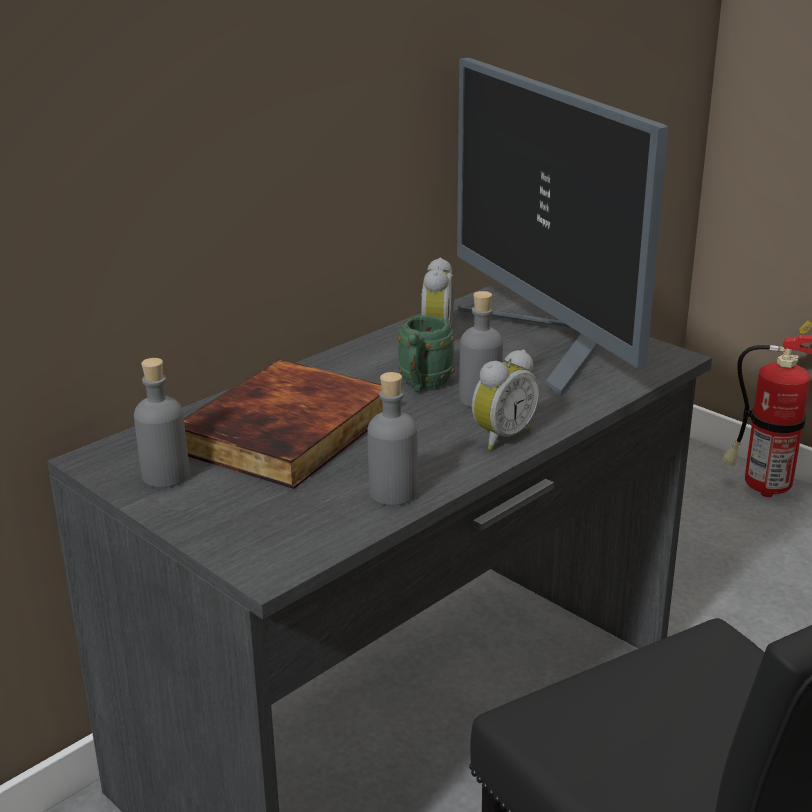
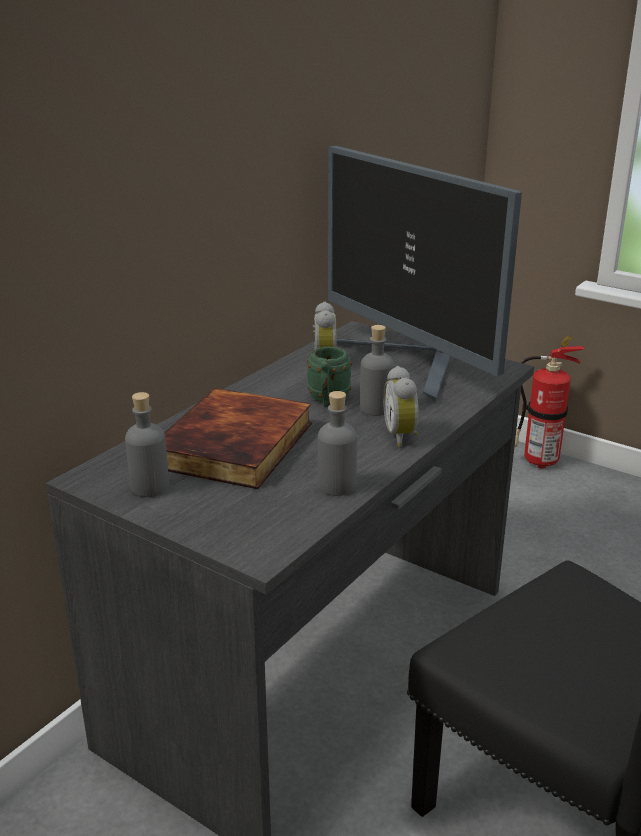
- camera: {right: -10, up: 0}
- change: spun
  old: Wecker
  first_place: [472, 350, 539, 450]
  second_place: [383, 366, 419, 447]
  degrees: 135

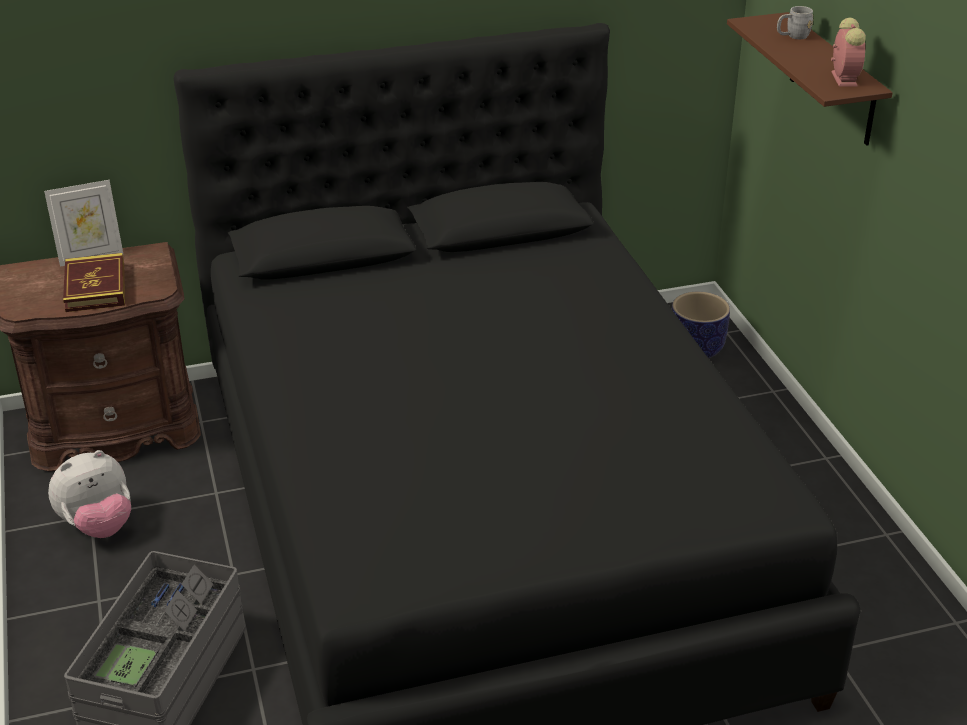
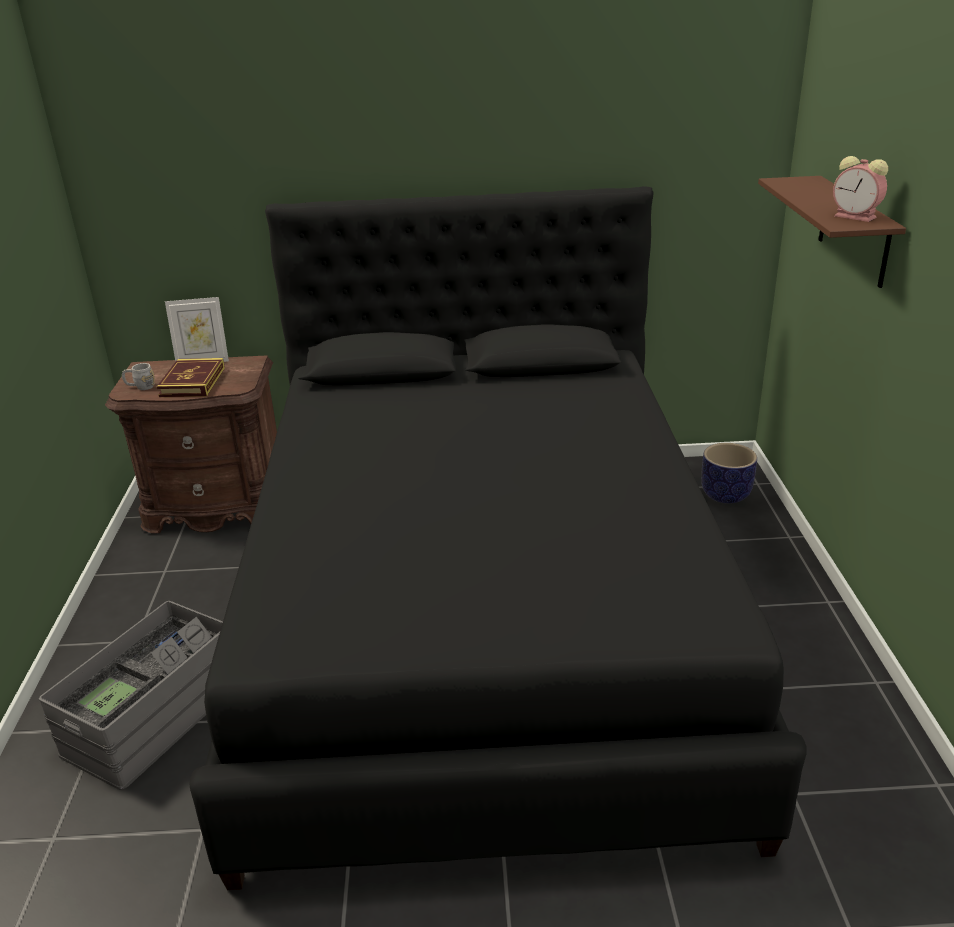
- camera: {right: 15, up: -5}
- change: missing
  old: Plüschtier
  first_place: [48, 450, 131, 538]
- change: relocated
  old: Henkelbecher/grau
  first_place: [777, 6, 813, 39]
  second_place: [122, 363, 155, 390]
- change: spun
  old: Wecker
  first_place: [831, 18, 866, 87]
  second_place: [833, 156, 888, 222]
  degrees: 120

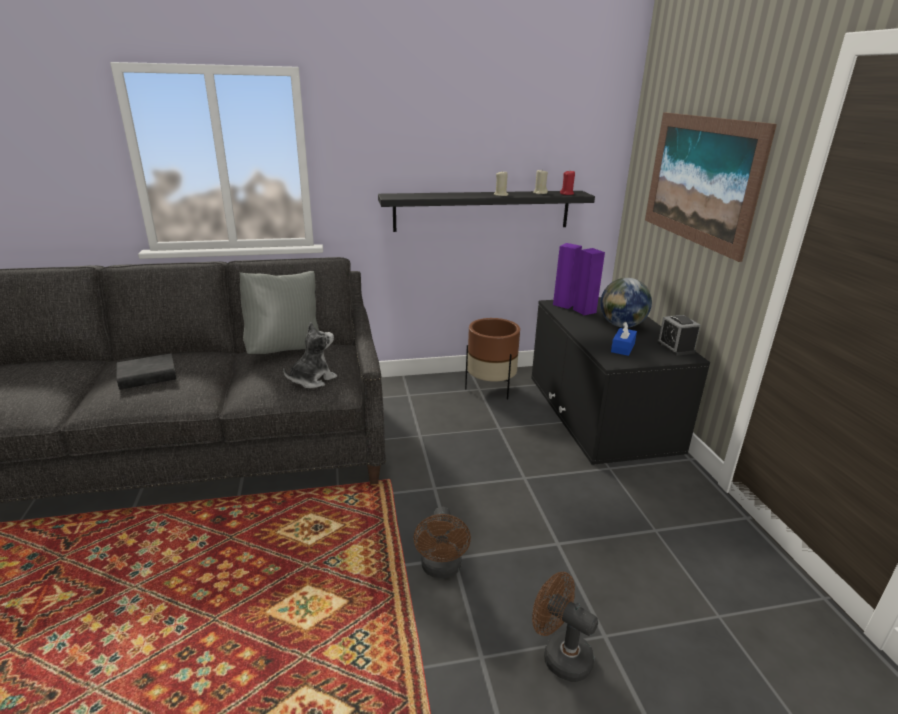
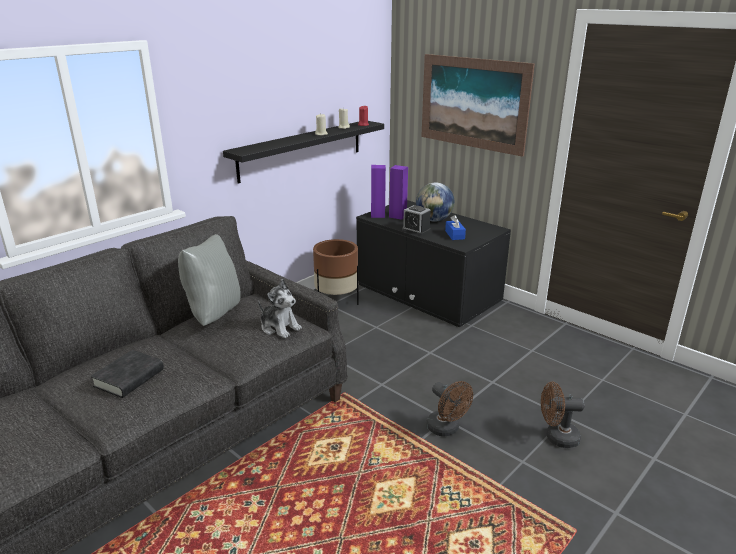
- camera: {right: -35, up: 0}
- change: spun
  old: Plüschtier
  first_place: [283, 322, 337, 388]
  second_place: [258, 279, 302, 338]
  degrees: 120
- change: relocated
  old: Wecker
  first_place: [657, 315, 700, 356]
  second_place: [402, 205, 431, 235]

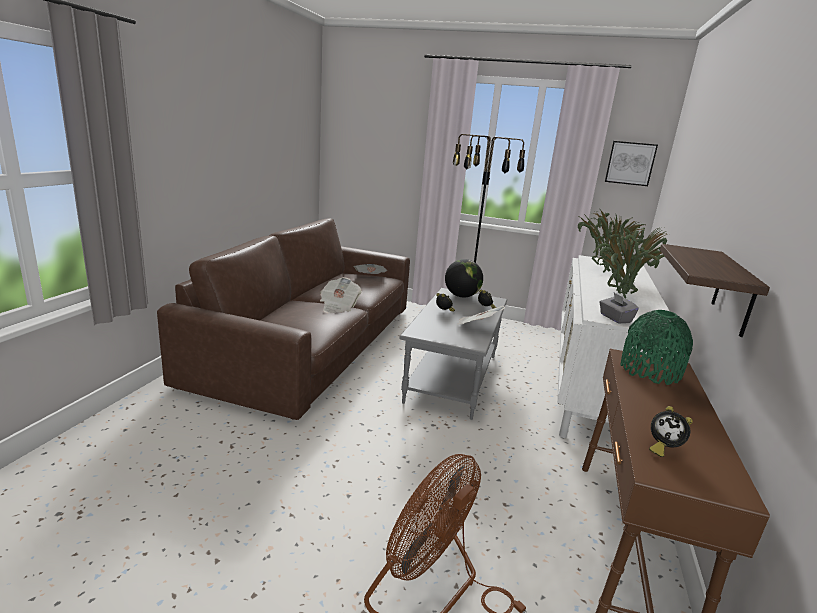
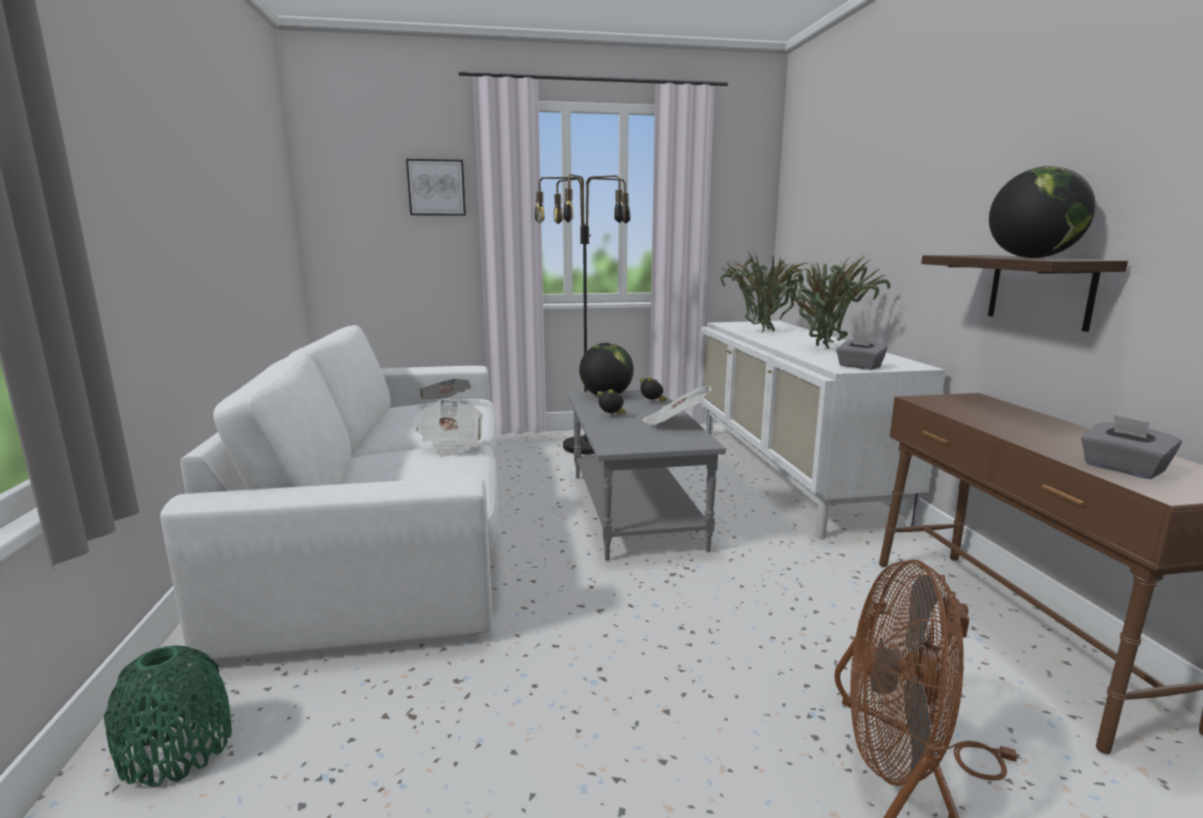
- camera: {right: -25, up: -5}
- change: colour
  old: Sofa/braun
  new: Sofa/weiß
  first_place: [157, 218, 410, 420]
  second_place: [160, 325, 498, 661]
- change: relocated
  old: Bild
  first_place: [605, 141, 658, 186]
  second_place: [406, 159, 466, 216]
- change: relocated
  old: Vase/grün
  first_place: [621, 310, 693, 385]
  second_place: [104, 645, 232, 787]
- change: exchanged
  old: Wecker
  new: Taschentuchbox/grau
  first_place: [649, 406, 693, 457]
  second_place: [1081, 415, 1182, 479]
- change: appeared
  new: Globus
  second_place: [989, 166, 1096, 258]

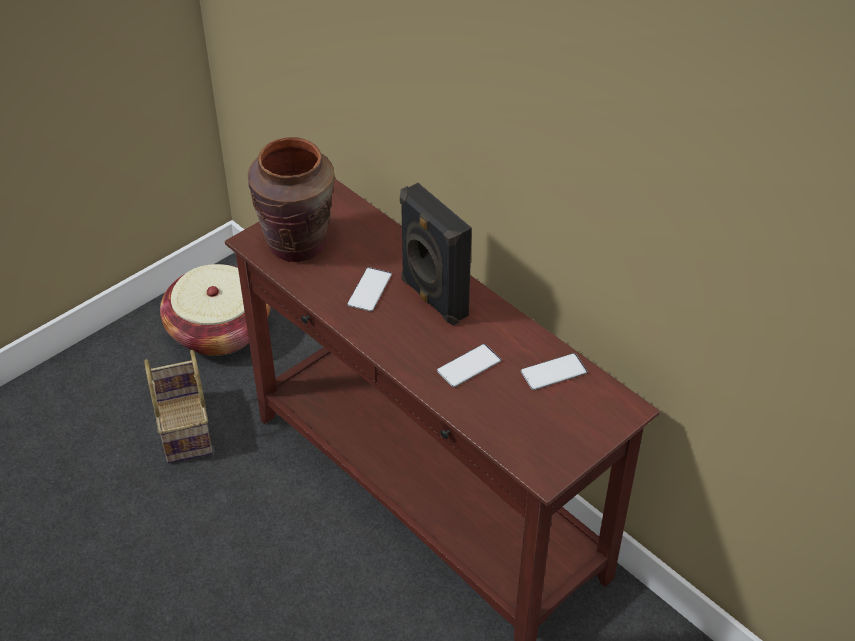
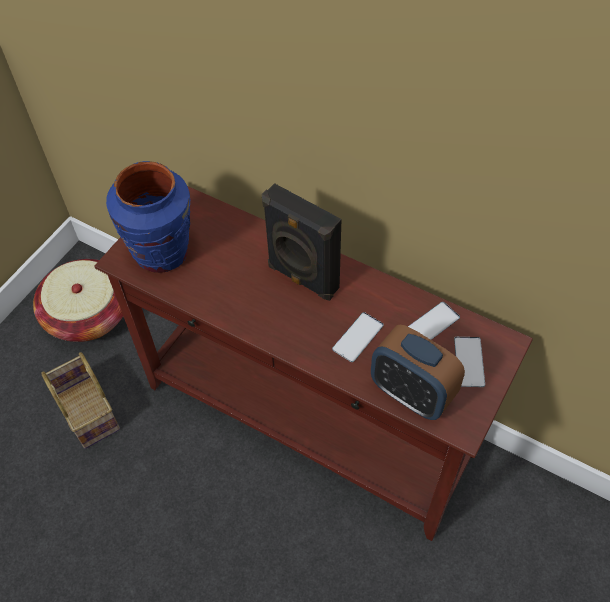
- camera: {right: -15, up: 10}
- change: colour
  old: Vase/braun
  new: Vase/blau
  first_place: [248, 137, 335, 262]
  second_place: [106, 161, 190, 273]
- change: relocated
  old: Handy
  first_place: [347, 267, 392, 311]
  second_place: [454, 337, 485, 387]
- change: appeared
  new: Wecker
  second_place: [371, 325, 465, 420]

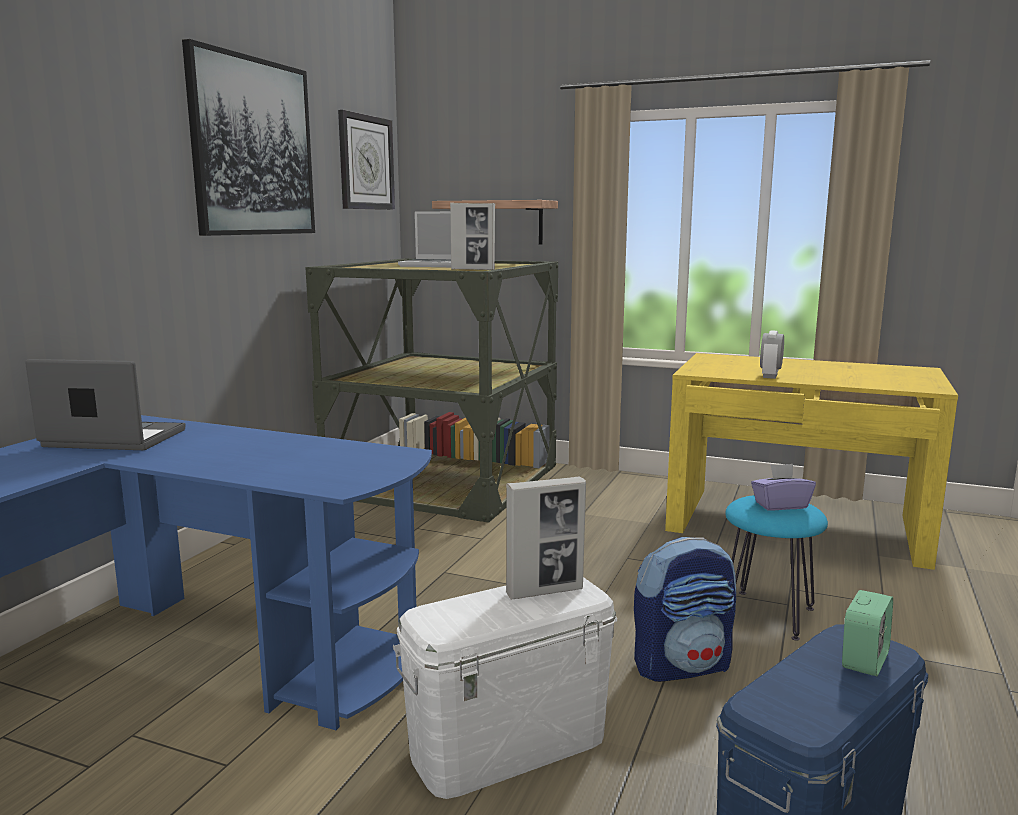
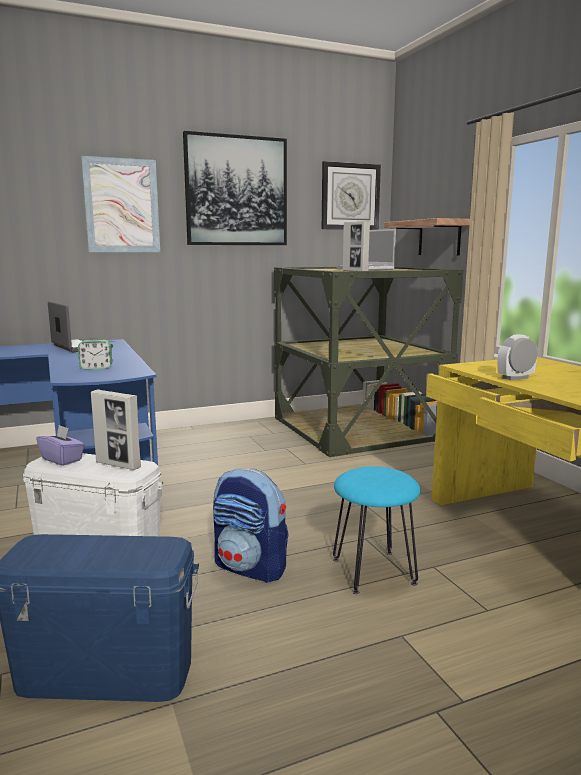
- camera: {right: 45, up: 0}
- change: relocated
  old: Taschentuchbox/lila
  first_place: [751, 464, 816, 511]
  second_place: [36, 425, 85, 466]
- change: relocated
  old: Wecker
  first_place: [842, 590, 893, 676]
  second_place: [78, 340, 112, 370]
- change: appeared
  new: Bild
  second_place: [81, 156, 160, 252]

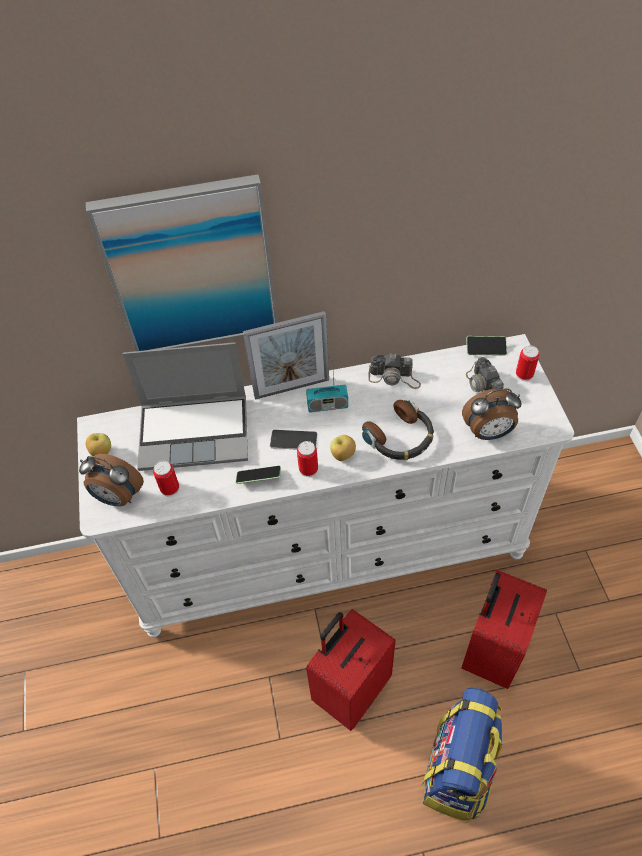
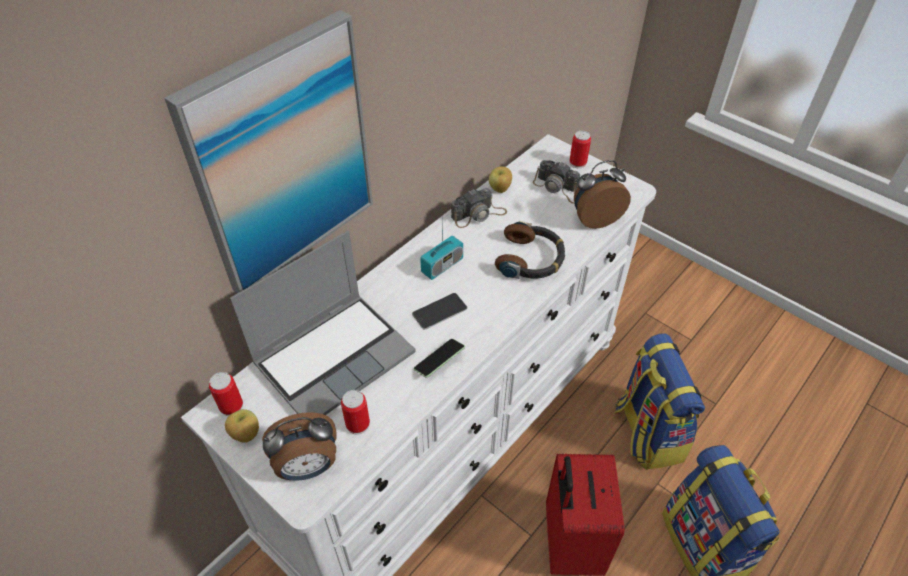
- camera: {right: -40, up: -5}
- change: missing
  old: Bilderrahmen
  first_place: [243, 311, 329, 400]
- change: relocated
  old: Dose
  first_place: [297, 441, 318, 477]
  second_place: [209, 372, 243, 416]
- change: relocated
  old: Apfel
  first_place: [330, 435, 356, 461]
  second_place: [489, 167, 512, 193]
- change: exchanged
  old: Koffer/rot
  new: Rucksack
  first_place: [461, 570, 547, 689]
  second_place: [614, 333, 705, 470]
- change: spun
  old: Wecker
  first_place: [462, 388, 522, 440]
  second_place: [574, 160, 631, 229]
  degrees: -150
- change: missing
  old: Handy
  first_place: [466, 336, 507, 356]

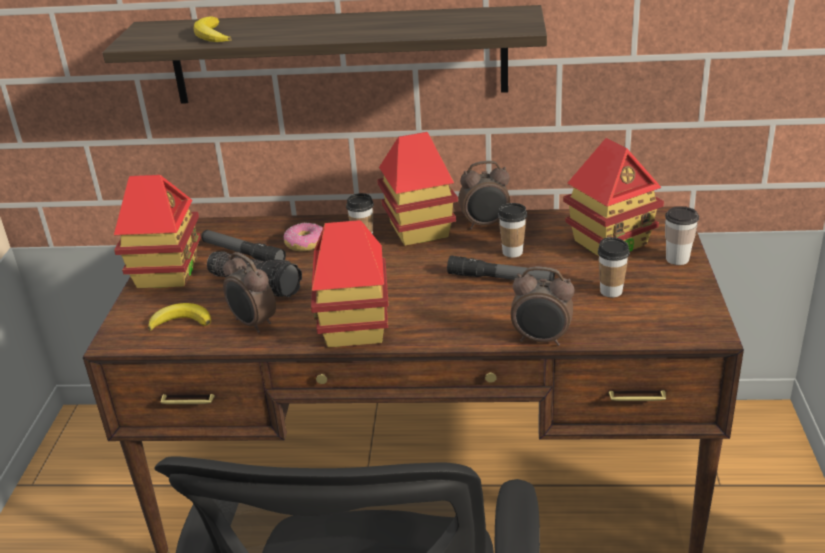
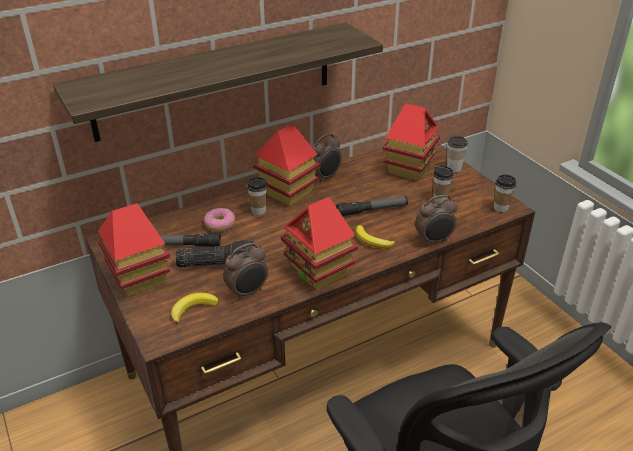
- camera: {right: -35, up: 5}
- change: relocated
  old: Banane
  first_place: [193, 16, 232, 42]
  second_place: [356, 225, 395, 249]
- change: spun
  old: Wecker
  first_place: [223, 252, 276, 333]
  second_place: [223, 243, 268, 300]
  degrees: -45
- change: relocated
  old: Tasse
  first_place: [498, 203, 527, 258]
  second_place: [494, 174, 516, 212]

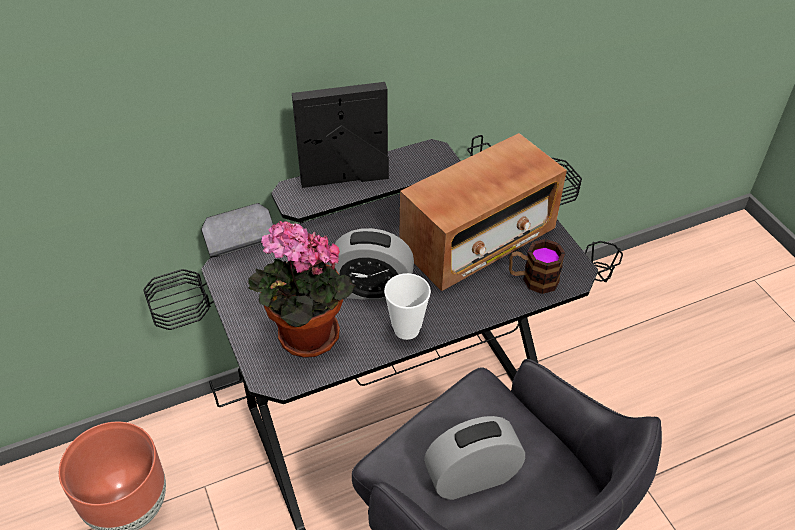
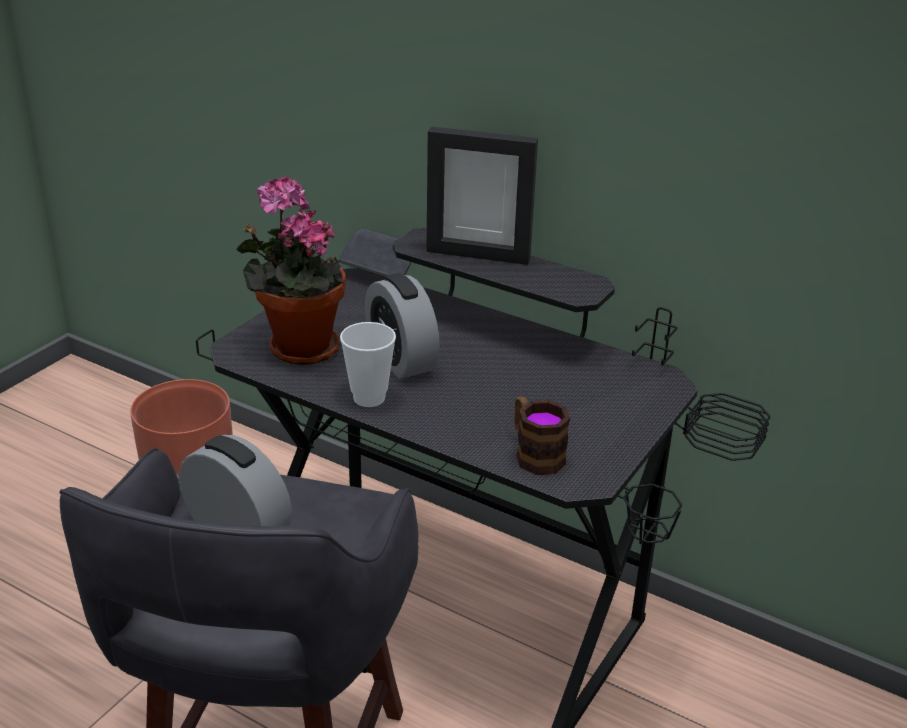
- camera: {right: 55, up: -15}
- change: spun
  old: Bilderrahmen
  first_place: [292, 82, 389, 188]
  second_place: [426, 127, 538, 265]
  degrees: 150
- change: missing
  old: Radio
  first_place: [399, 133, 567, 291]

